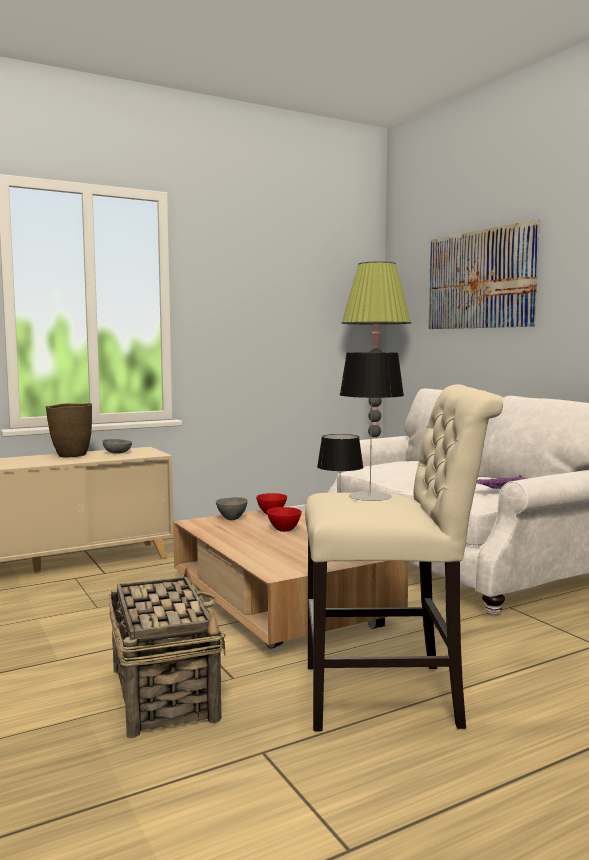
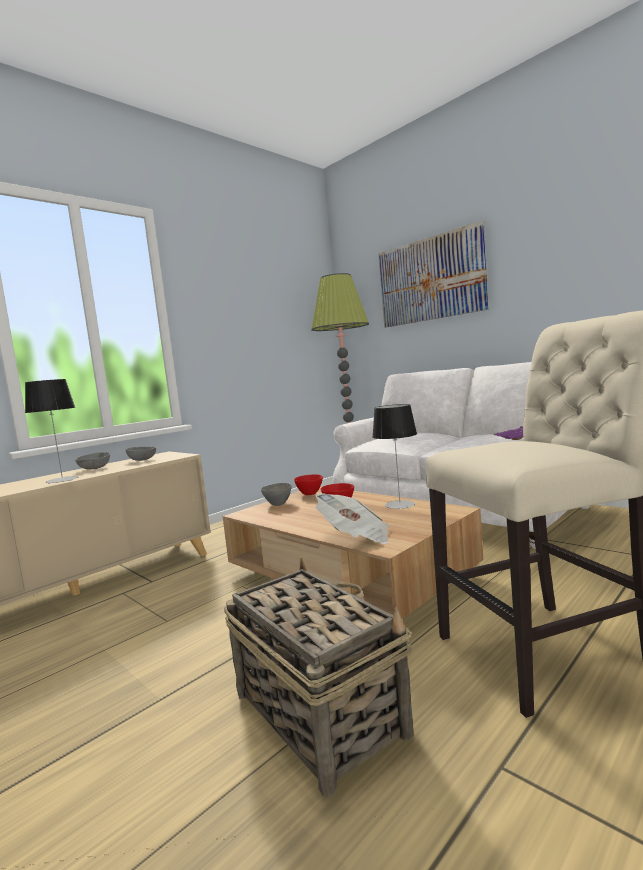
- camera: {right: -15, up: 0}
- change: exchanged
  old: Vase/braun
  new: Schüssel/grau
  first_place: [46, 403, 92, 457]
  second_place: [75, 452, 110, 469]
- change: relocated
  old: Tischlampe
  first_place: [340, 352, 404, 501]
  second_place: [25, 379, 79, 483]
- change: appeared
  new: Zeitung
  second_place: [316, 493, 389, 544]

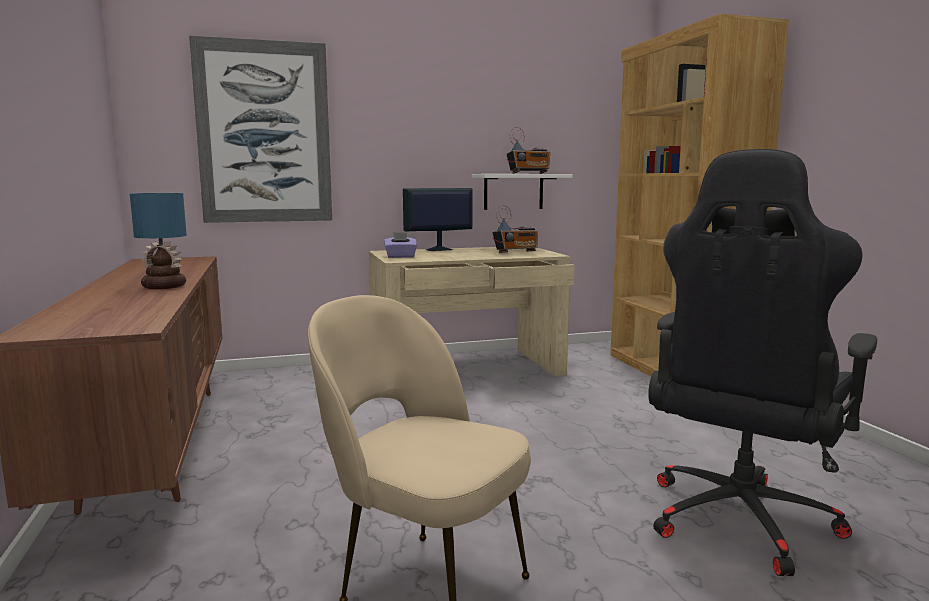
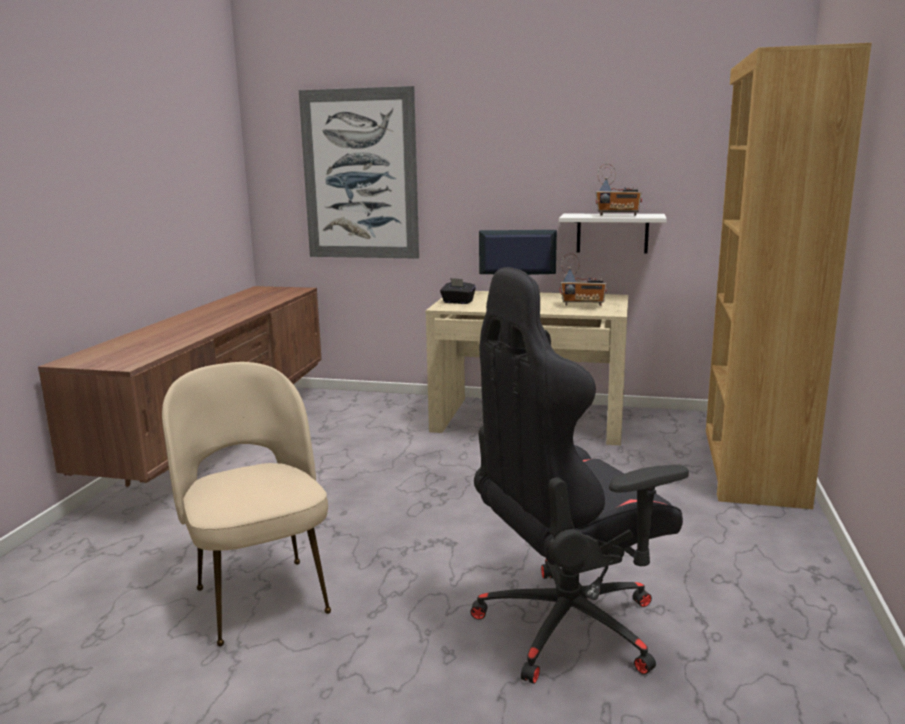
- camera: {right: 30, up: 5}
- change: missing
  old: Tischlampe
  first_place: [130, 193, 187, 289]
- change: colour
  old: Taschentuchbox/lila
  new: Taschentuchbox/schwarz
  first_place: [384, 232, 417, 258]
  second_place: [440, 278, 476, 304]

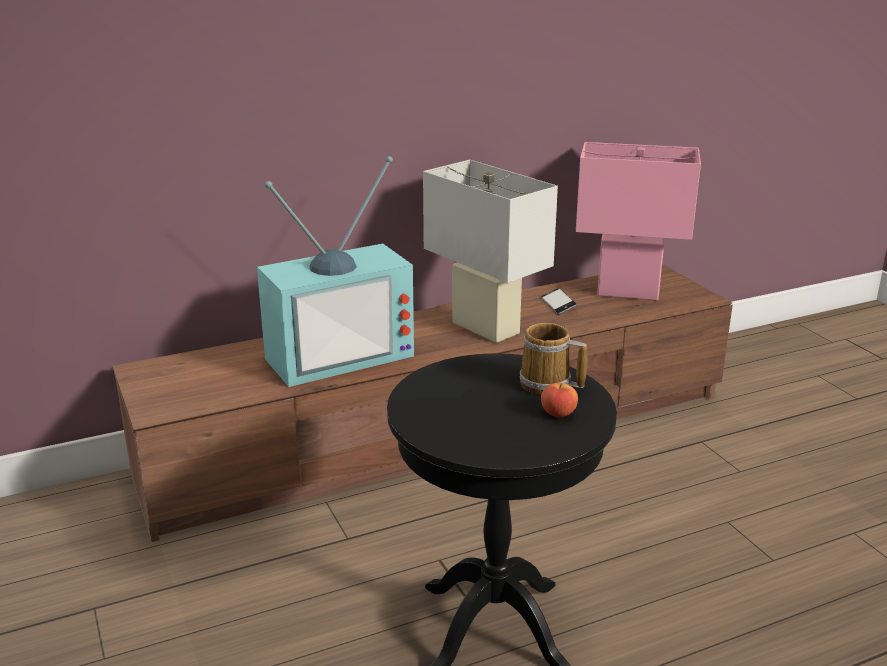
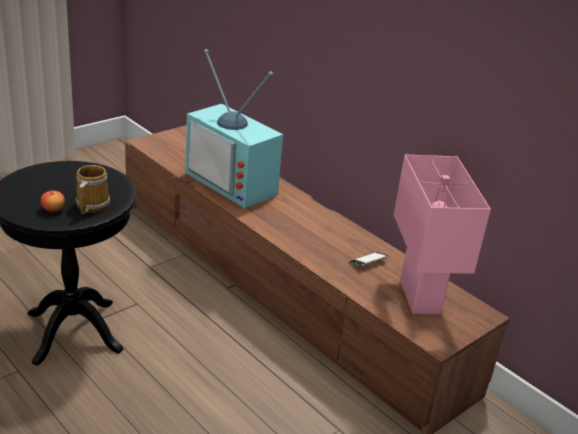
- camera: {right: 70, up: 5}
- change: missing
  old: Tischlampe/weiß
  first_place: [423, 160, 558, 343]

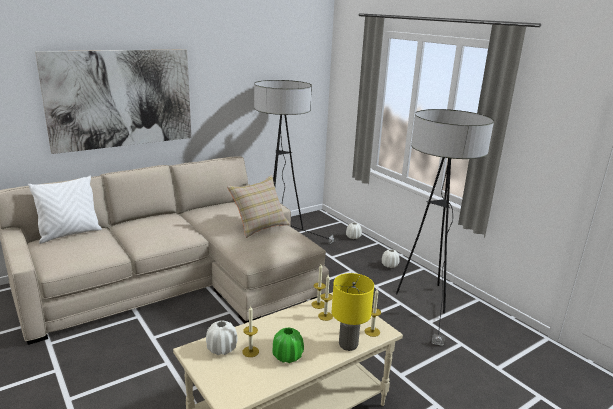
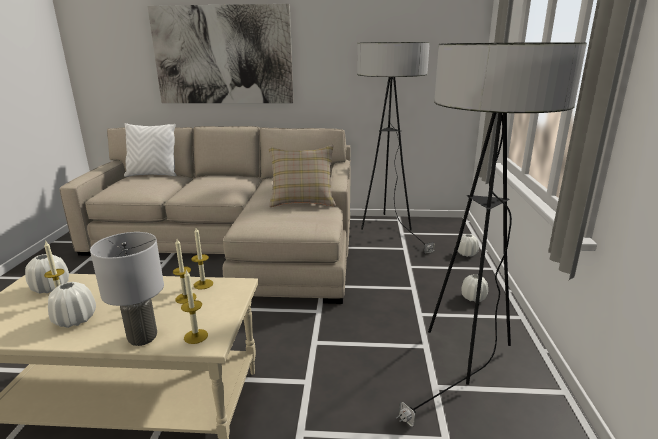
- camera: {right: 40, up: 0}
- change: colour
  old: Vase/grün
  new: Vase/weiß
  first_place: [272, 328, 304, 363]
  second_place: [48, 282, 96, 328]
- change: colour
  old: Tischlampe/gelb
  new: Tischlampe/weiß
  first_place: [332, 273, 374, 351]
  second_place: [90, 232, 164, 346]

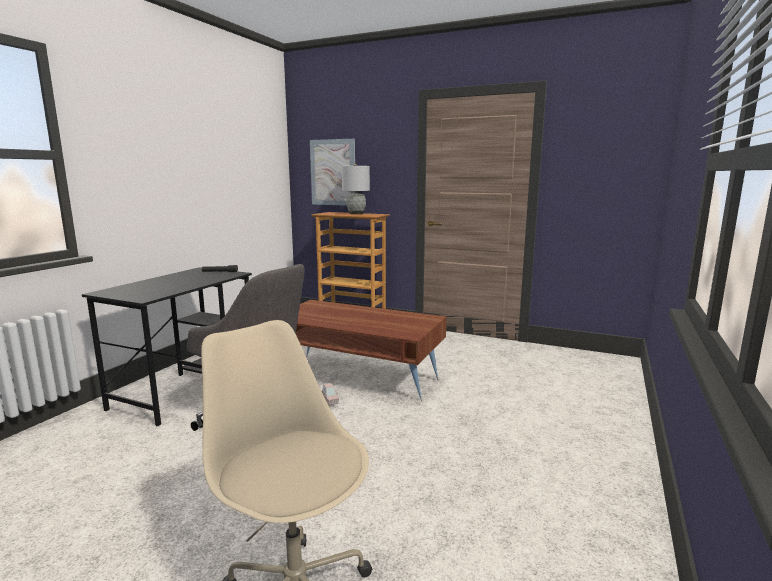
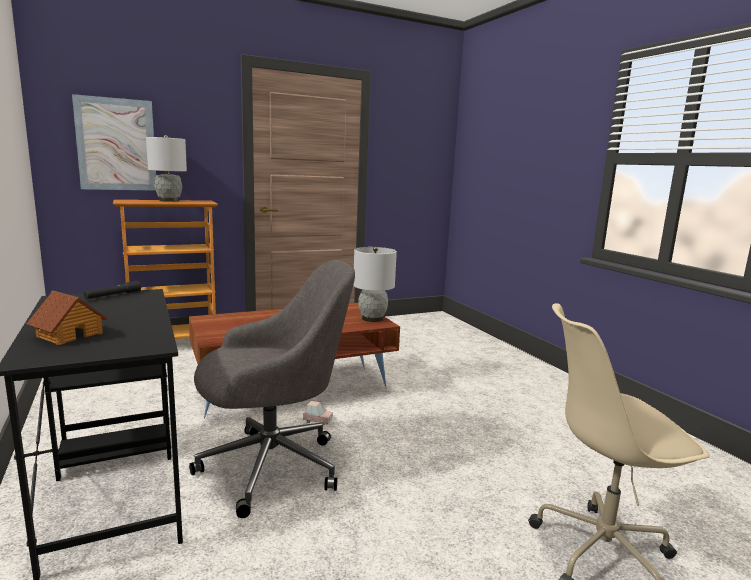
- camera: {right: -50, up: 0}
- change: appeared
  new: Spielzeughaus
  second_place: [26, 290, 108, 345]
- change: appeared
  new: Tischlampe/weiß
  second_place: [353, 247, 397, 322]

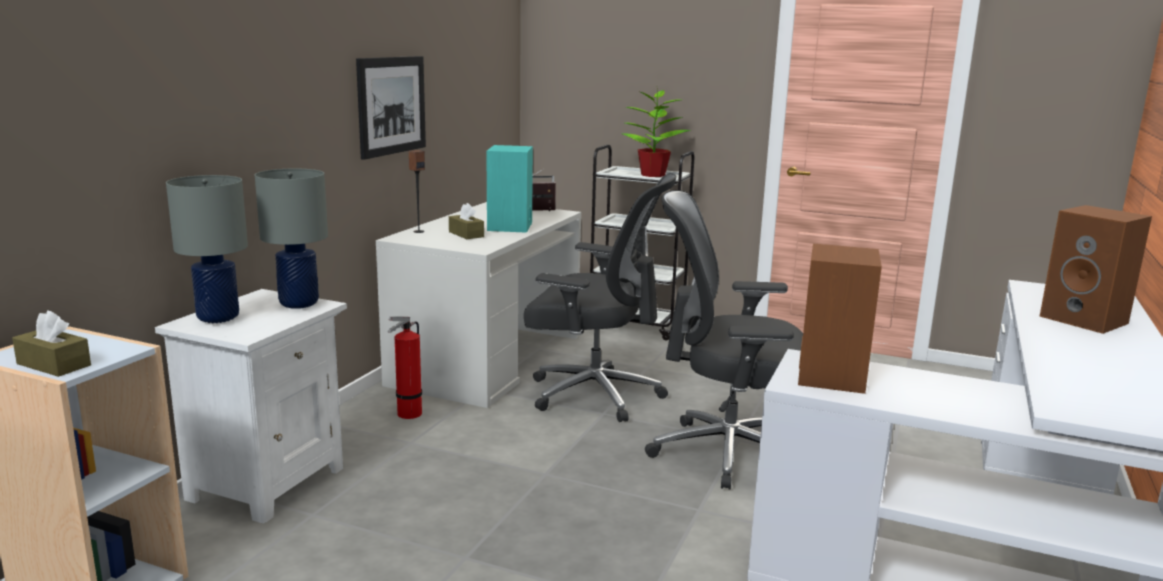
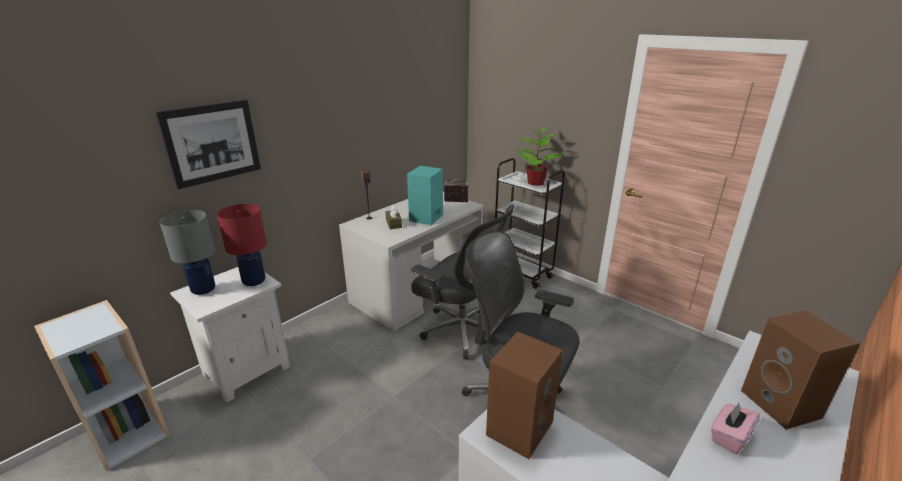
- camera: {right: 20, up: 10}
- change: missing
  old: Taschentuchbox/braun
  first_place: [12, 311, 91, 377]
- change: colour
  old: Tischlampe/grau
  new: Tischlampe/rot
  first_place: [255, 169, 328, 309]
  second_place: [217, 204, 267, 286]
- change: relocated
  old: Bild
  first_place: [356, 56, 426, 160]
  second_place: [156, 100, 261, 189]
- change: missing
  old: Feuerlöscher
  first_place: [388, 316, 422, 419]
- change: appeared
  new: Taschentuchbox/rosa
  second_place: [711, 403, 760, 454]

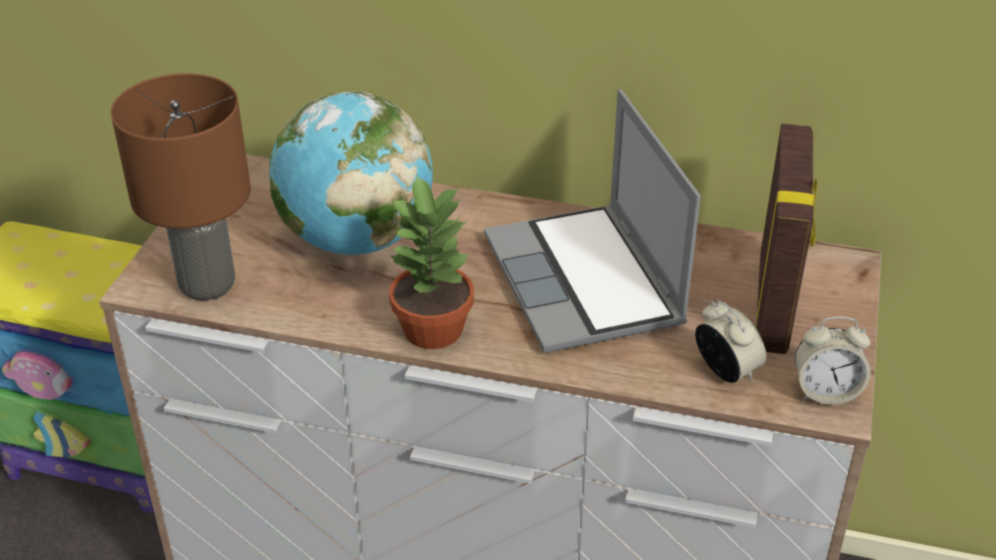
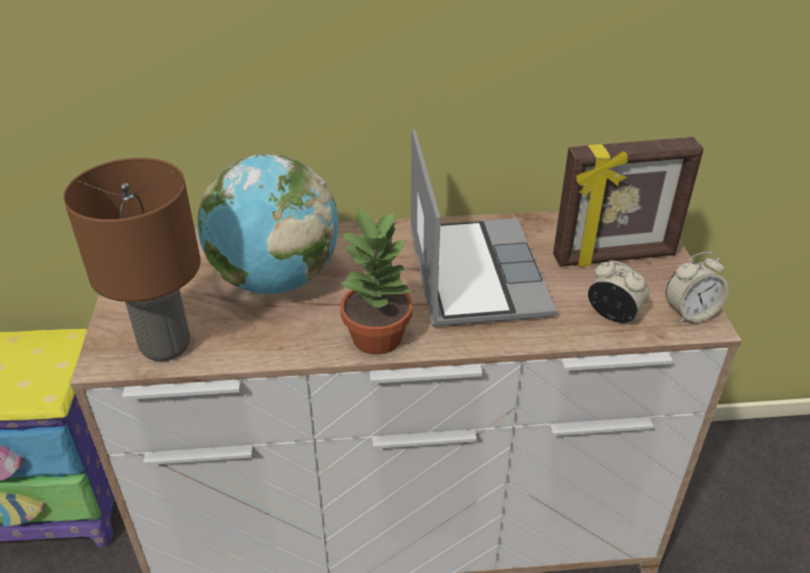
- camera: {right: -20, up: 0}
- change: spun
  old: Laptop
  first_place: [484, 89, 701, 353]
  second_place: [410, 129, 556, 327]
  degrees: -150
- change: spun
  old: Bilderrahmen
  first_place: [756, 124, 817, 354]
  second_place: [553, 137, 704, 267]
  degrees: 90

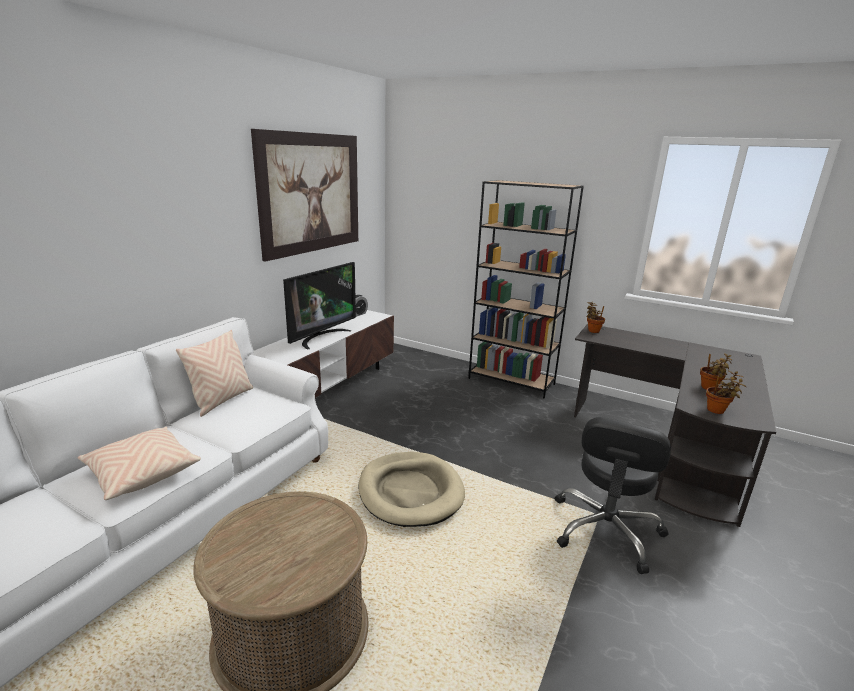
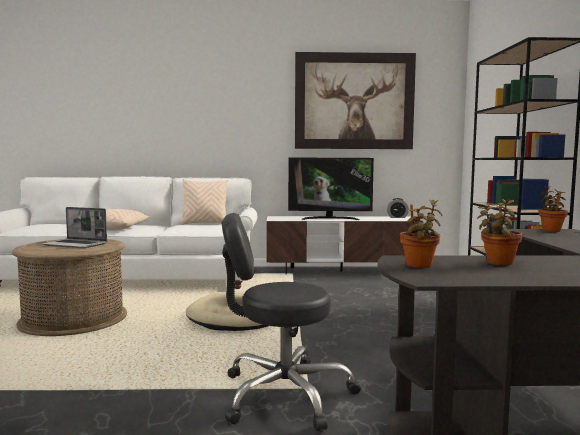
- camera: {right: 60, up: -15}
- change: appeared
  new: Laptop
  second_place: [42, 207, 107, 248]

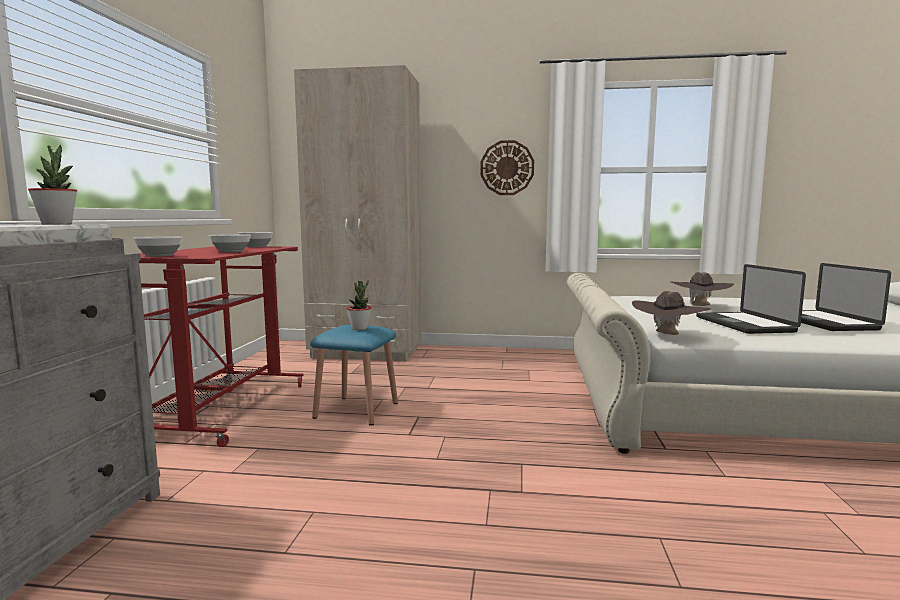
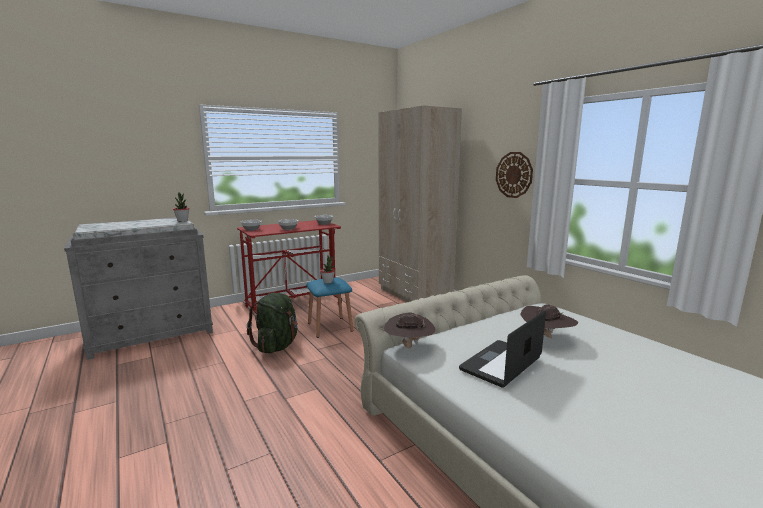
- camera: {right: 50, up: 5}
- change: missing
  old: Laptop
  first_place: [801, 263, 891, 331]
- change: appeared
  new: Rucksack/grün
  second_place: [247, 293, 298, 353]

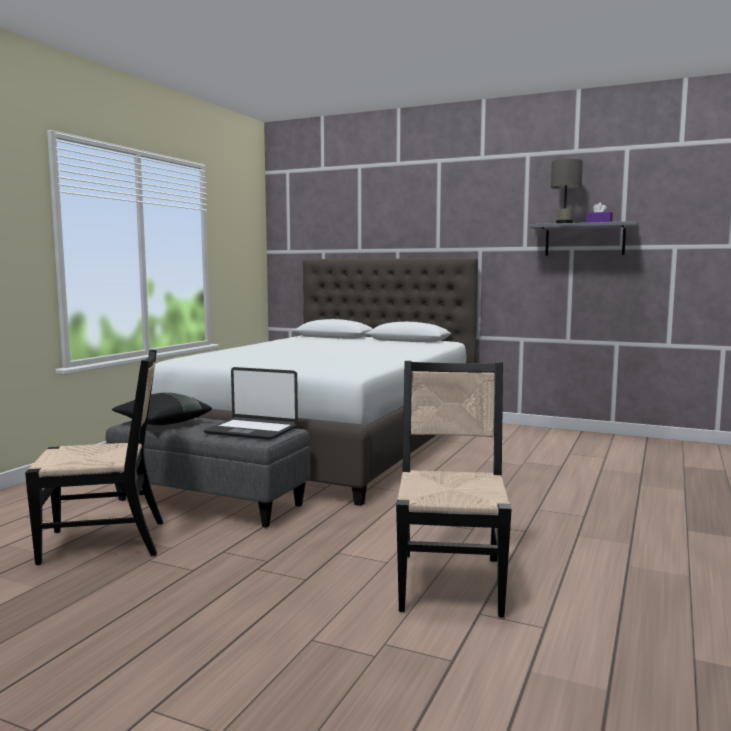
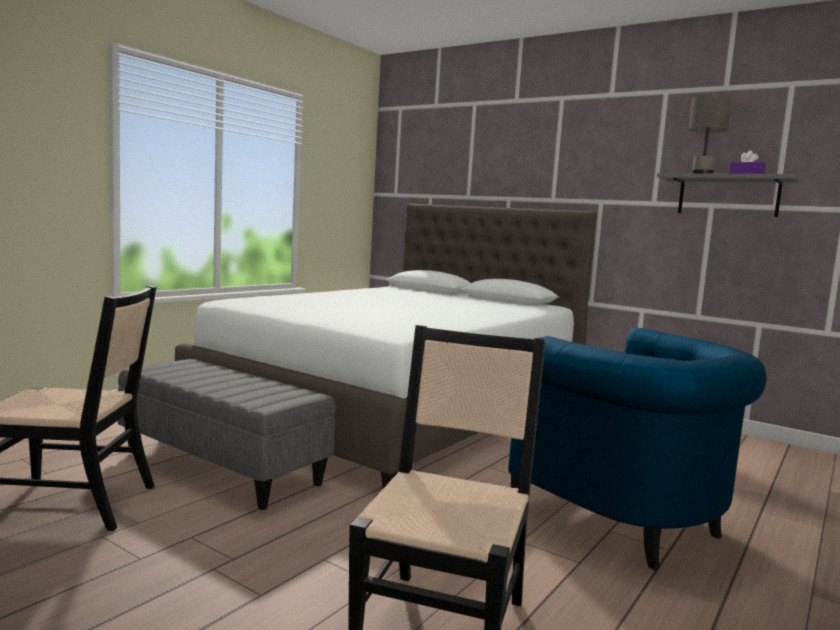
- camera: {right: 10, up: 0}
- change: missing
  old: Kissen/schwarz
  first_place: [112, 392, 212, 425]
- change: missing
  old: Laptop
  first_place: [204, 367, 298, 440]
- change: appeared
  new: Sessel/blau
  second_place: [508, 328, 767, 571]

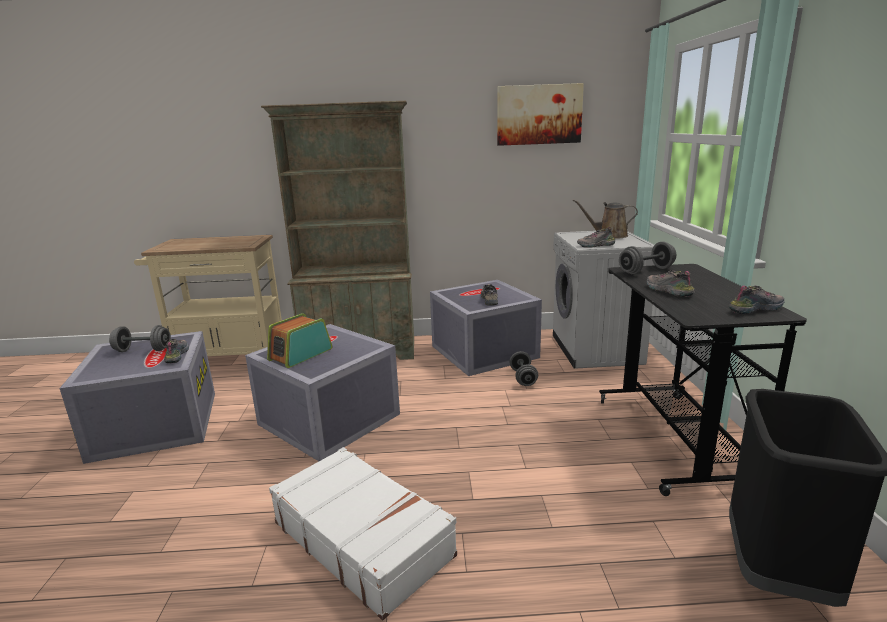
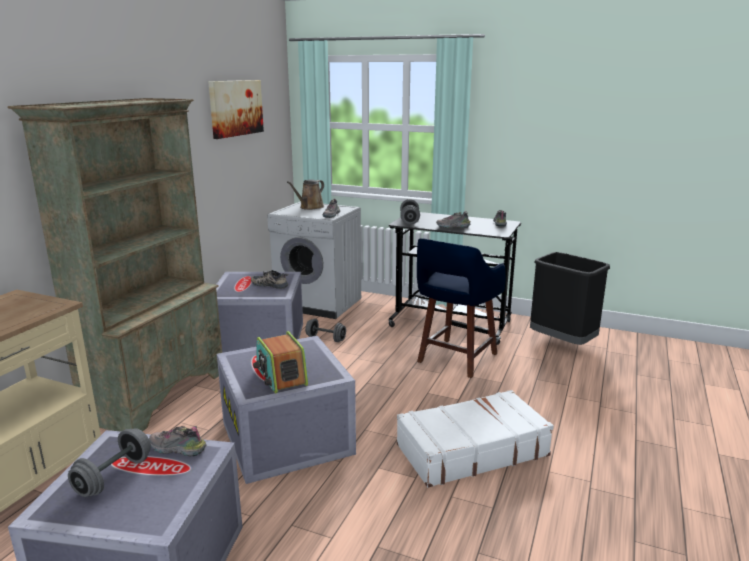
- camera: {right: -65, up: 0}
- change: appeared
  new: Hocker/blau
  second_place: [417, 238, 506, 378]

